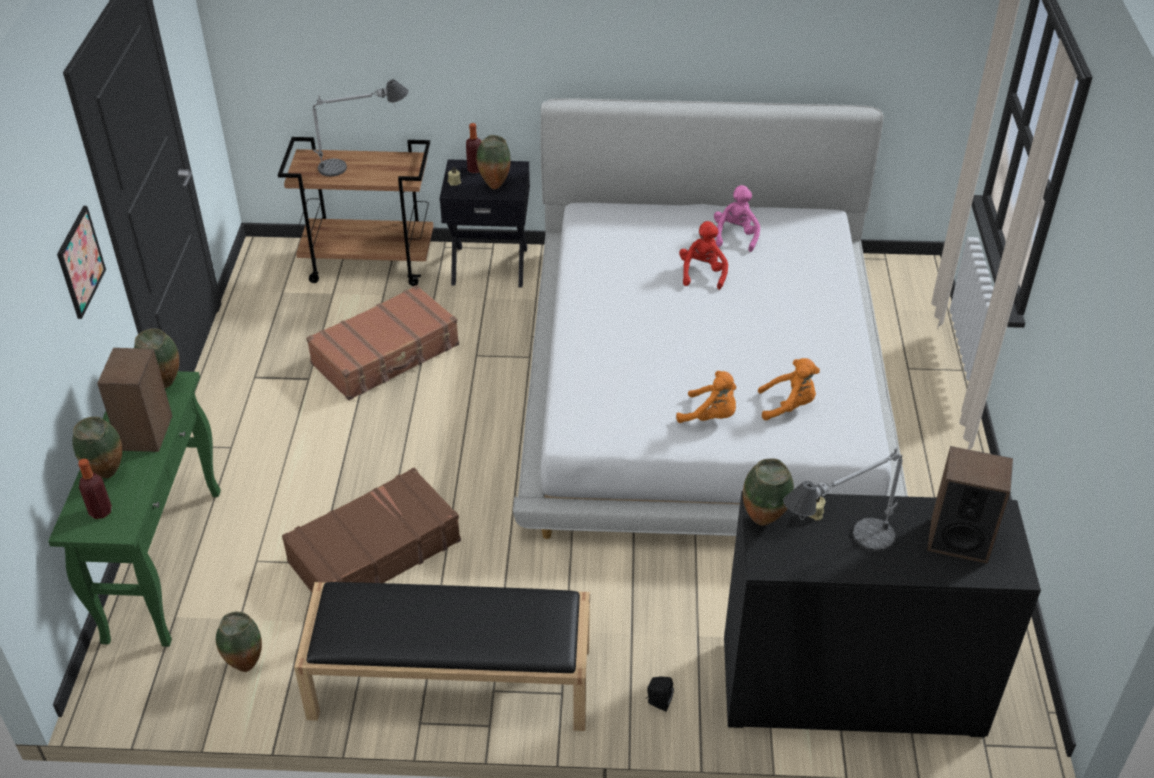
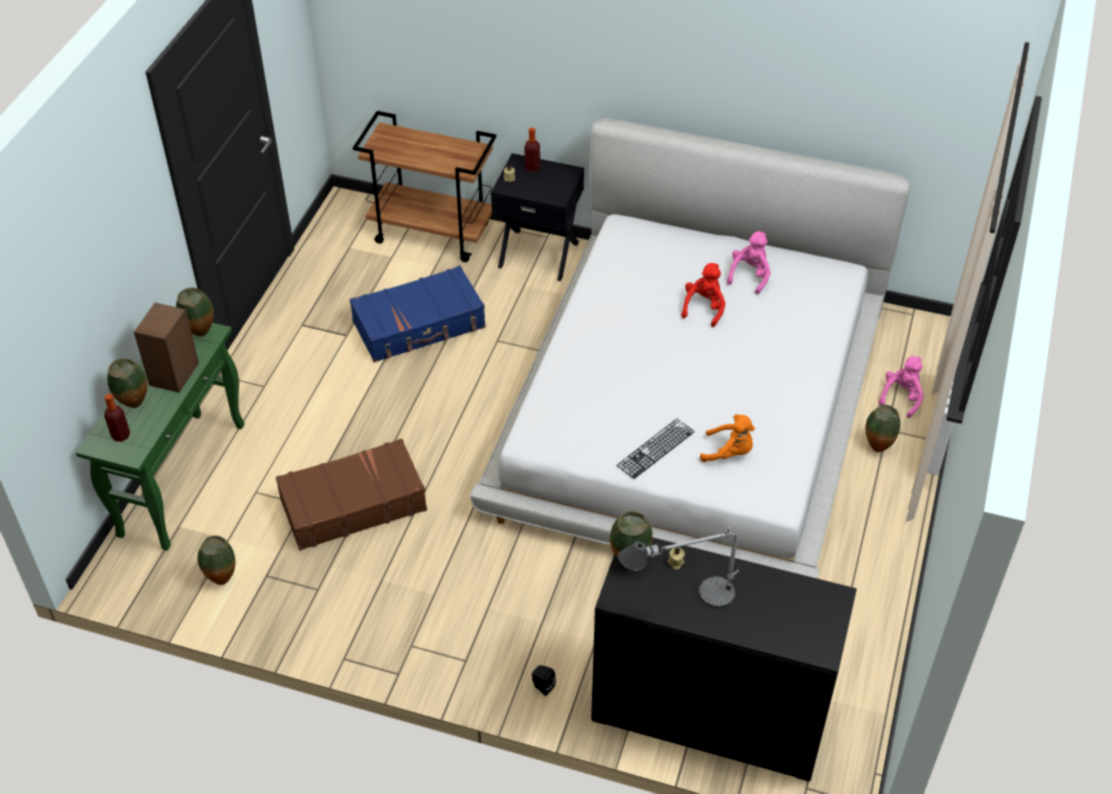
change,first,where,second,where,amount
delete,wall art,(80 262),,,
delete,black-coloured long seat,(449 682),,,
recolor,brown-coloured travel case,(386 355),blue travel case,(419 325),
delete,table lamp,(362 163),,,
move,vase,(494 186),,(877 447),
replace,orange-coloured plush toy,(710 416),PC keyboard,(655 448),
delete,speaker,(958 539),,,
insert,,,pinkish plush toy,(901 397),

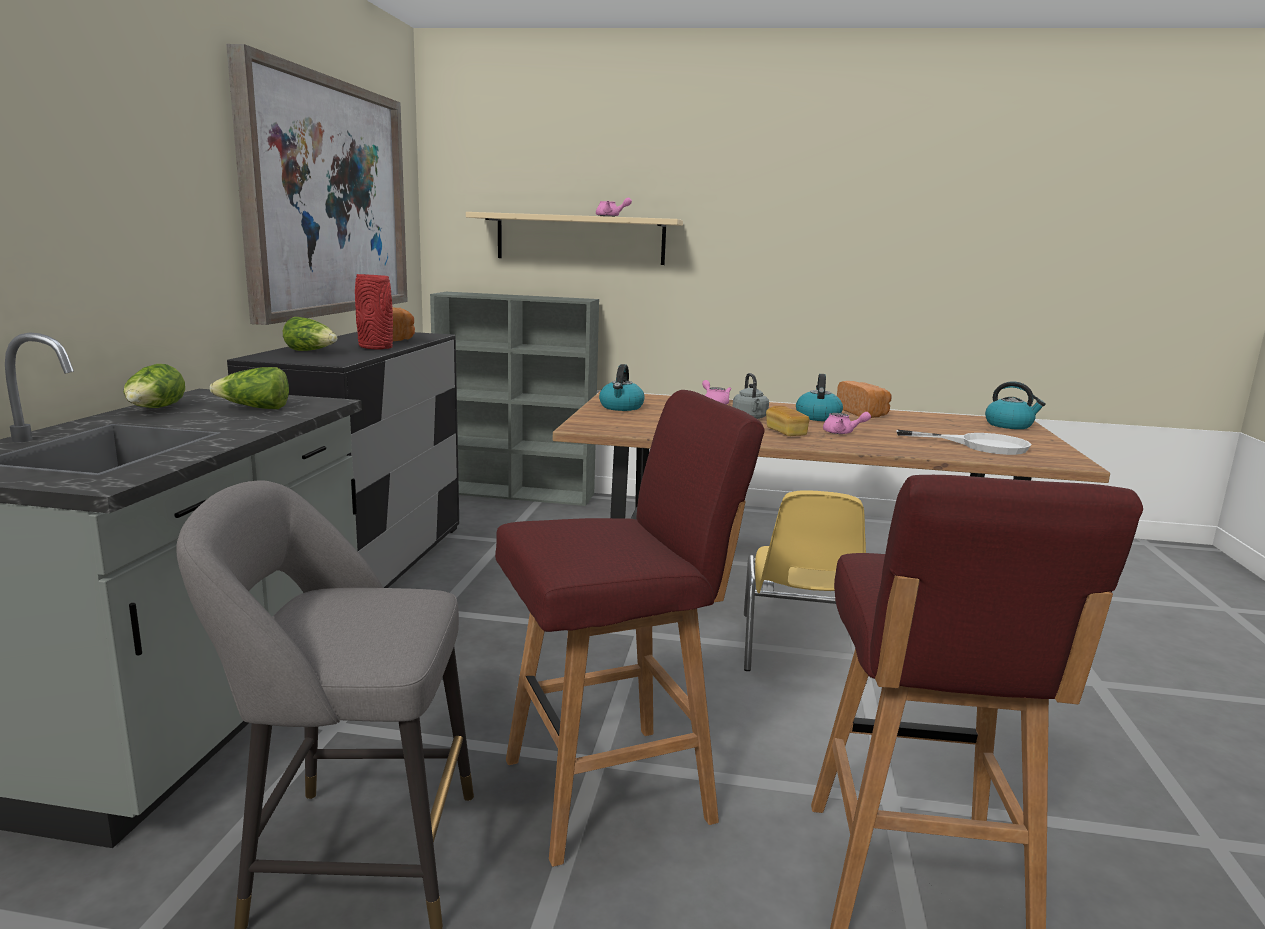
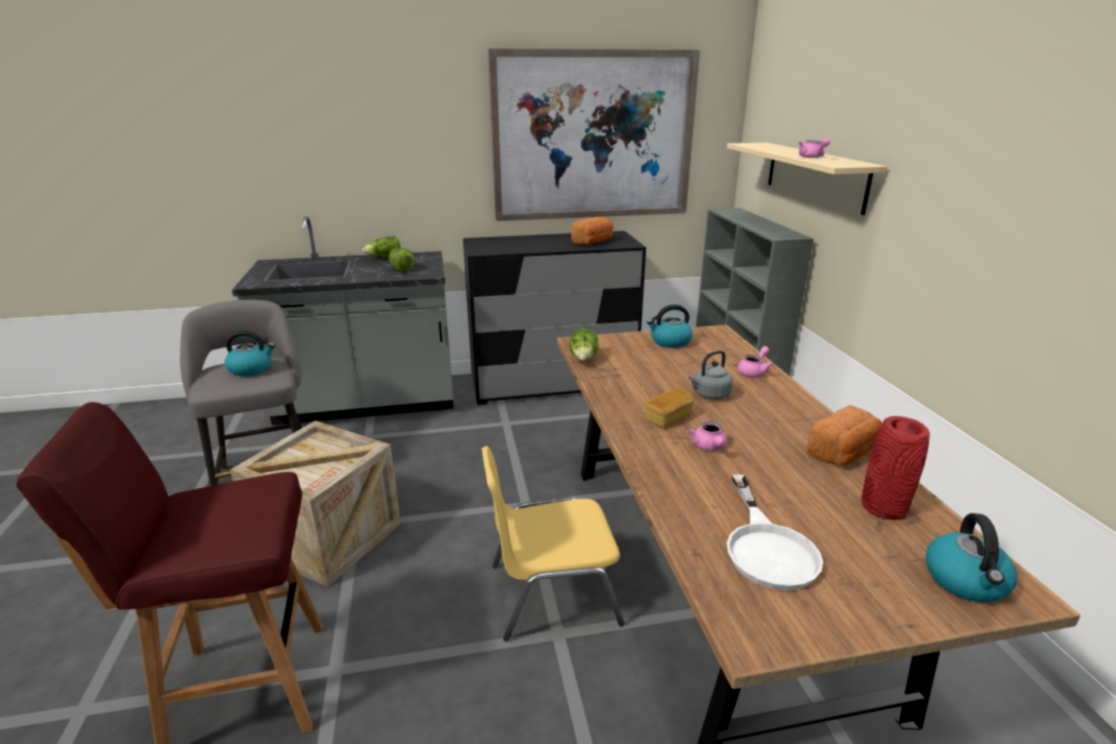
change,first,where,second,where,amount
move,head of lettuce,(311 351),,(584 359),
move,red-coloured vase,(376 347),,(883 508),
replace,red-coloured stool,(613 789),crate,(328 537),
move,water kettle,(817 417),,(251 369),

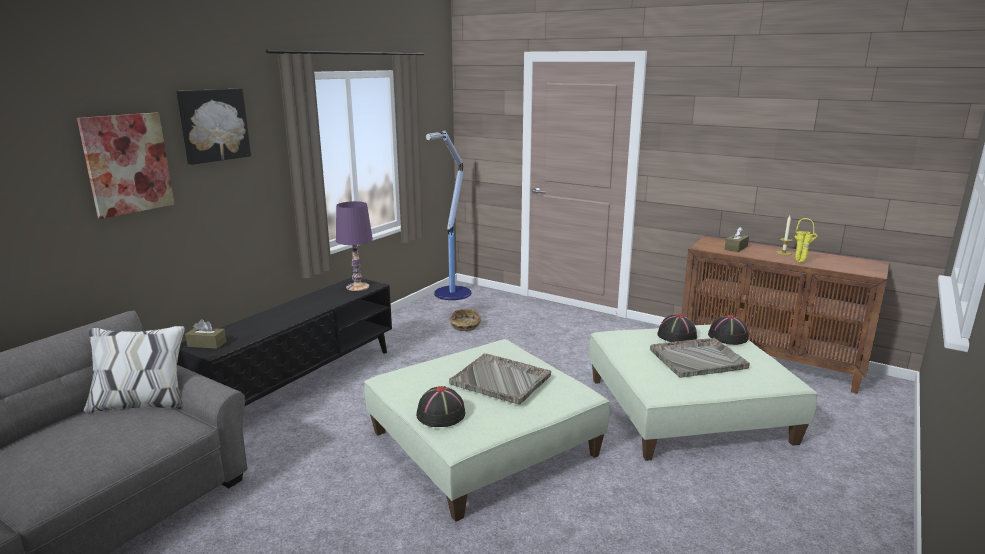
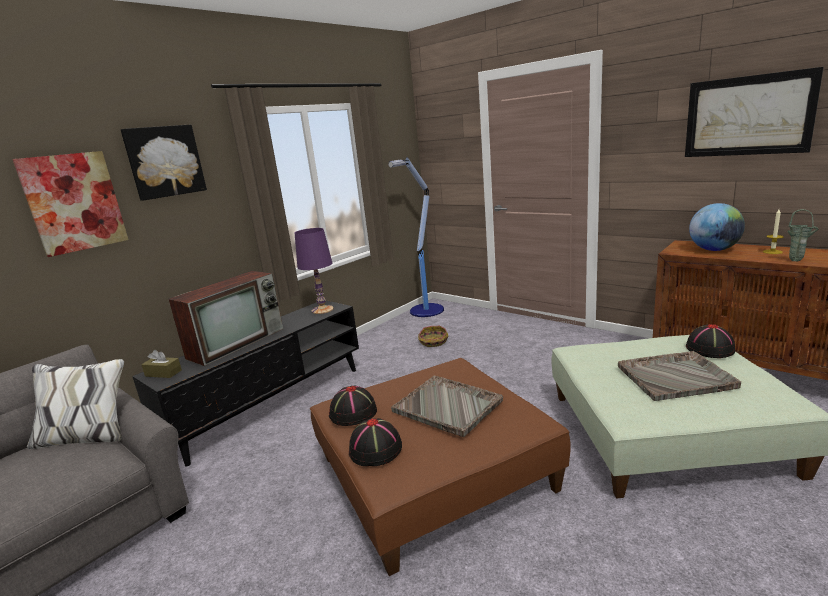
change,first,where,second,where,amount
recolor,greenish footrest,(483 443),brown-coloured footrest,(434 472),
move,black-coloured hat,(676 336),,(353 413),
replace,brown-coloured tissue box,(736 248),desk globe,(713 250),
recolor,yellow-coloured vase,(801 262),greenish vase,(797 261),
insert,,,television,(238 342),
insert,,,wall art,(748 116),

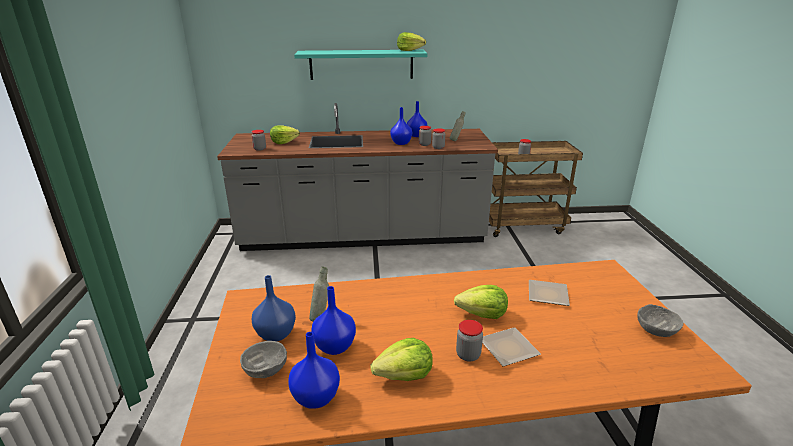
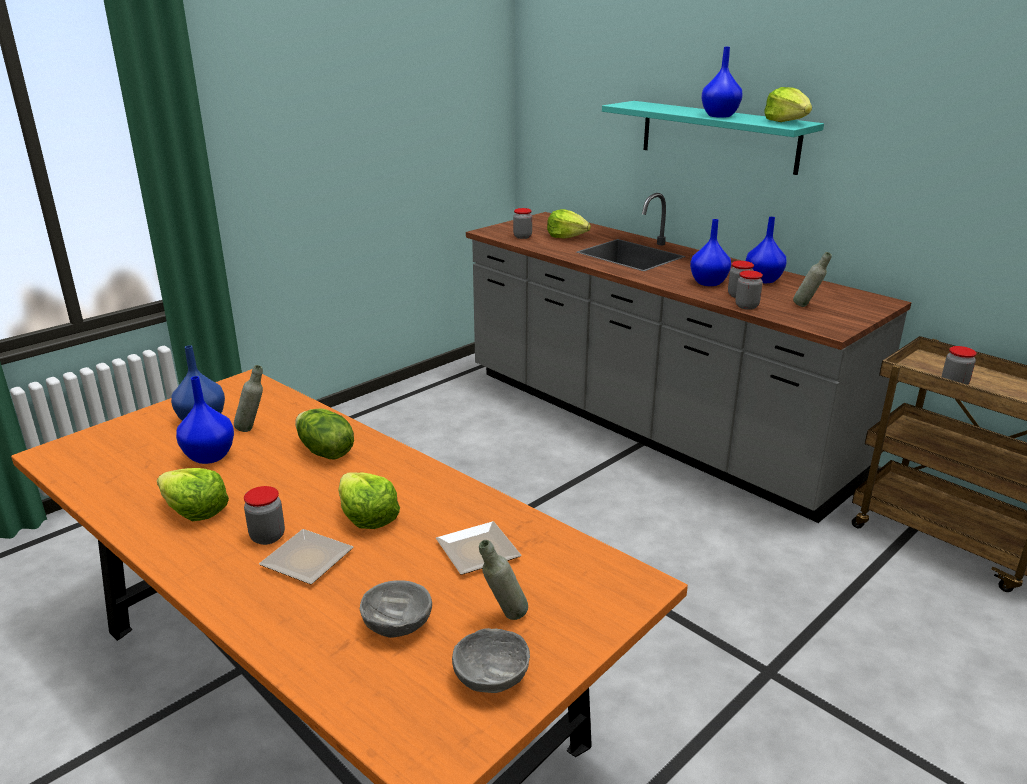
change,first,where,second,where,amount
move,grey serving bowl,(266 370),,(397 625),
move,blue vase,(316 397),,(720 116),
insert,,,head of lettuce,(324 452),
insert,,,grey beverage bottle,(504 617),

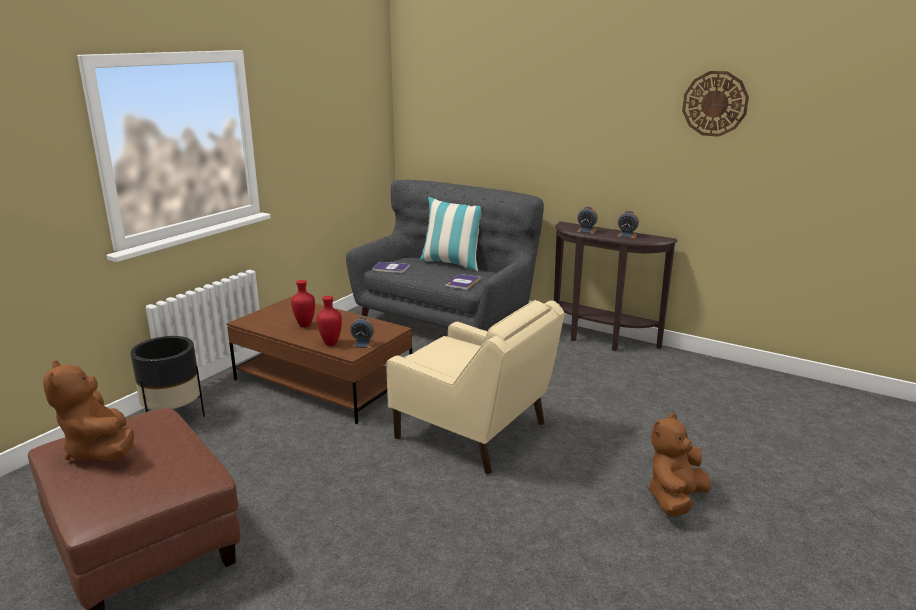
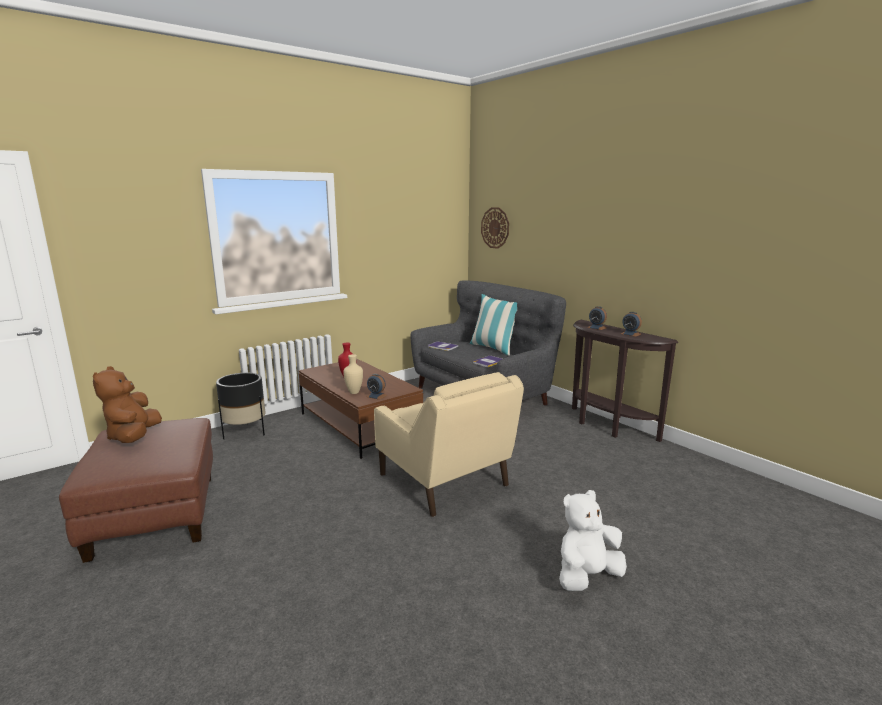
change,first,where,second,where,amount
recolor,red-coloured vase,(330 344),beige-coloured vase,(353 392),
recolor,brown-coloured plush toy,(675 499),white-coloured plush toy,(587 576),
move,hanging clock,(715 103),,(495 228),

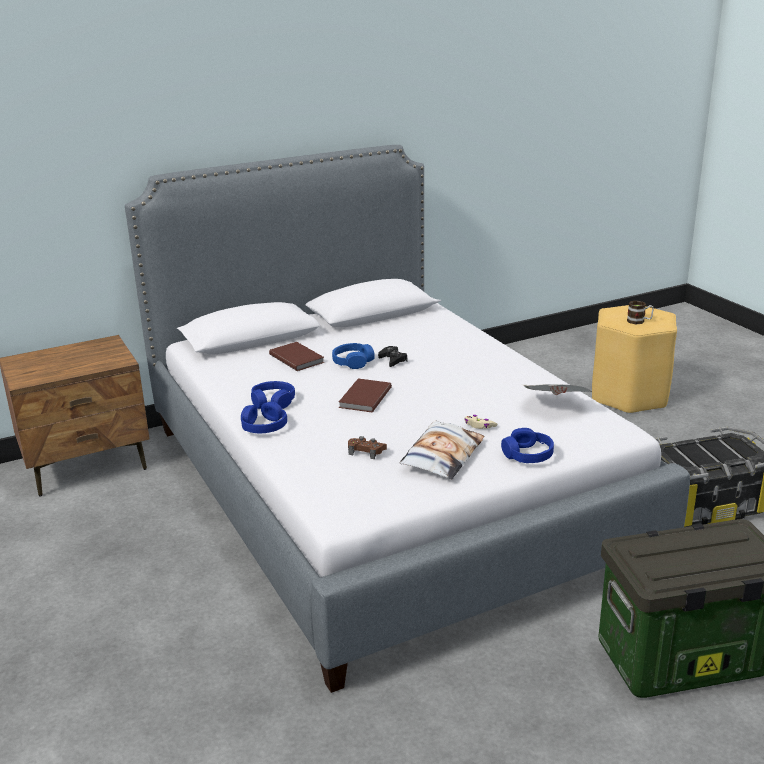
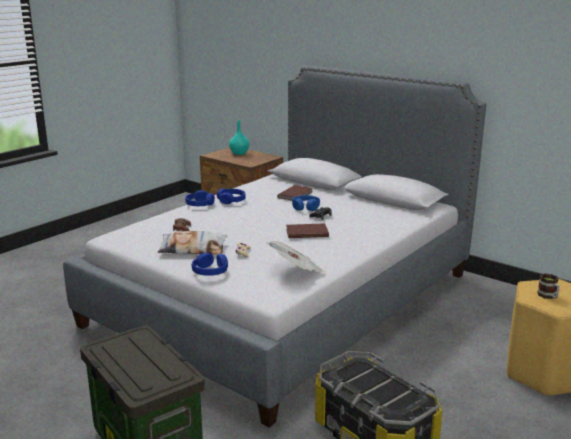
change,first,where,second,where,amount
move,brown-coloured volume,(363 398),,(306 232),
insert,,,blue-green vase,(239 153),

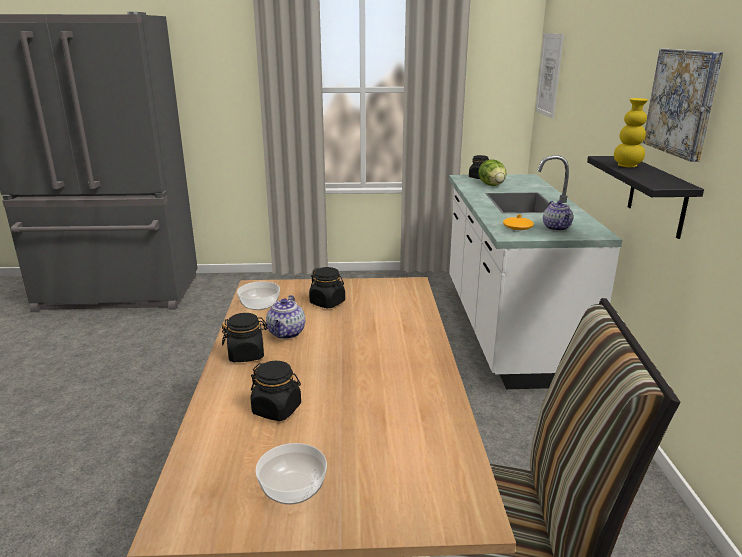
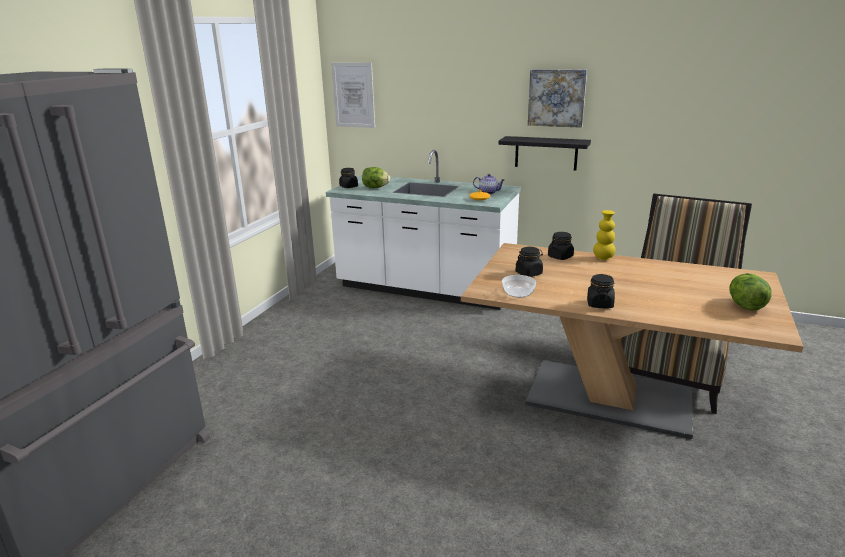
change,first,where,second,where,amount
move,black-coloured storage jar,(277 409),,(560 256),
replace,serving bowl,(291 487),head of lettuce,(745 306),
delete,tea pot,(286 333),,,
move,yellow-coloured vase,(627 166),,(603 258),

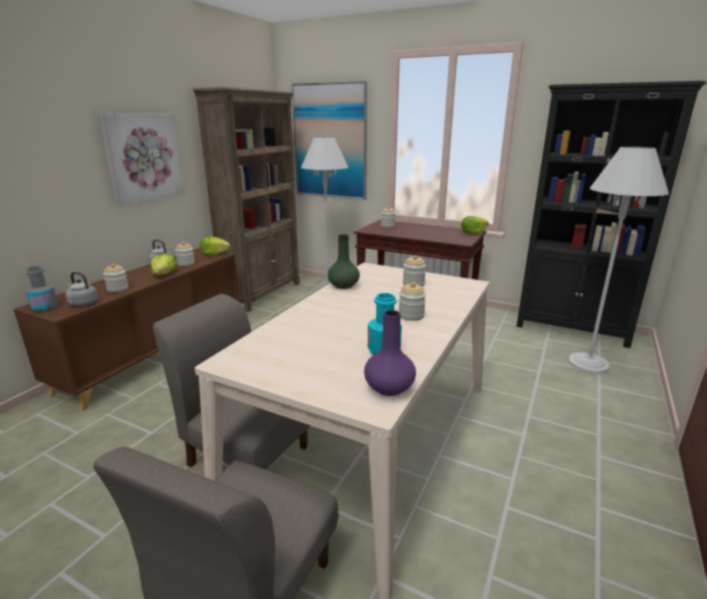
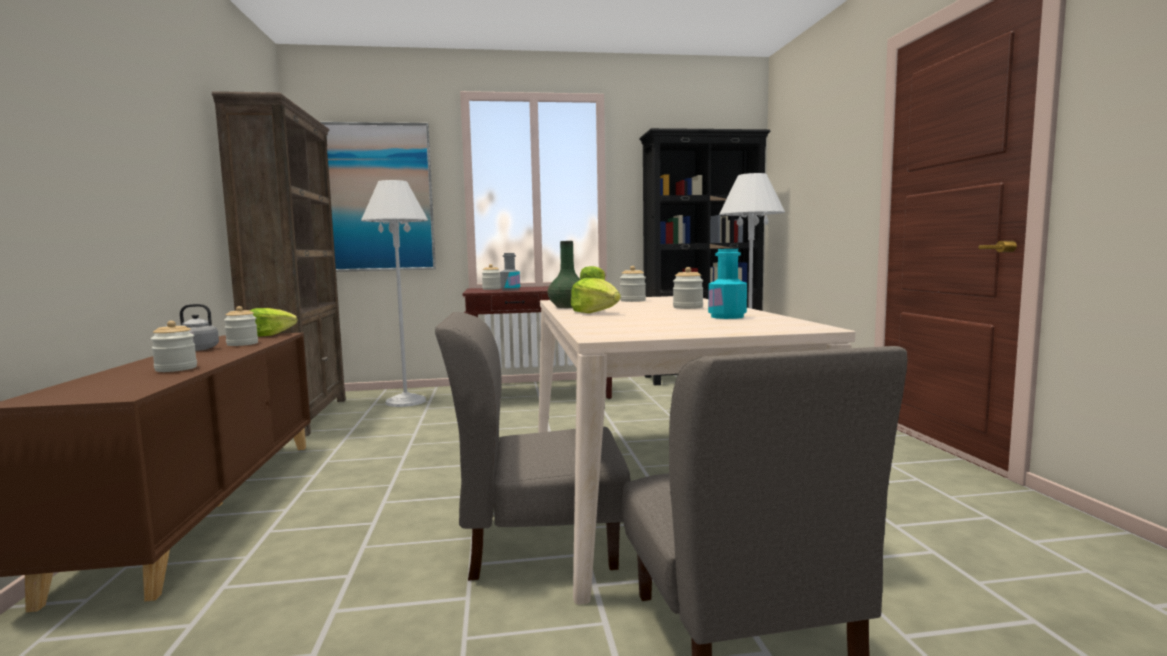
change,first,where,second,where,amount
move,grey beverage bottle,(45 308),,(510 290),
delete,grey water kettle,(82 303),,,
delete,wall art,(144 157),,,
move,head of lettuce,(164 274),,(595 312),
delete,purplish vase,(388 388),,,

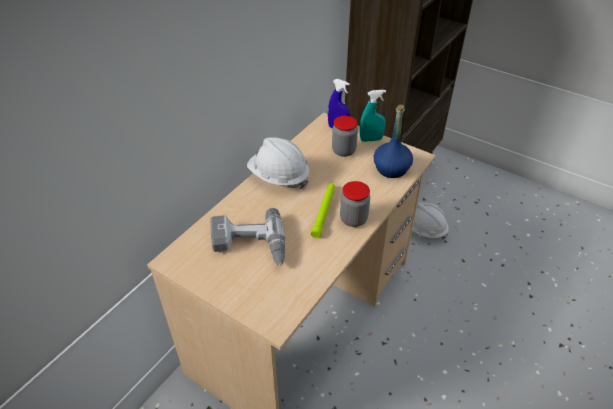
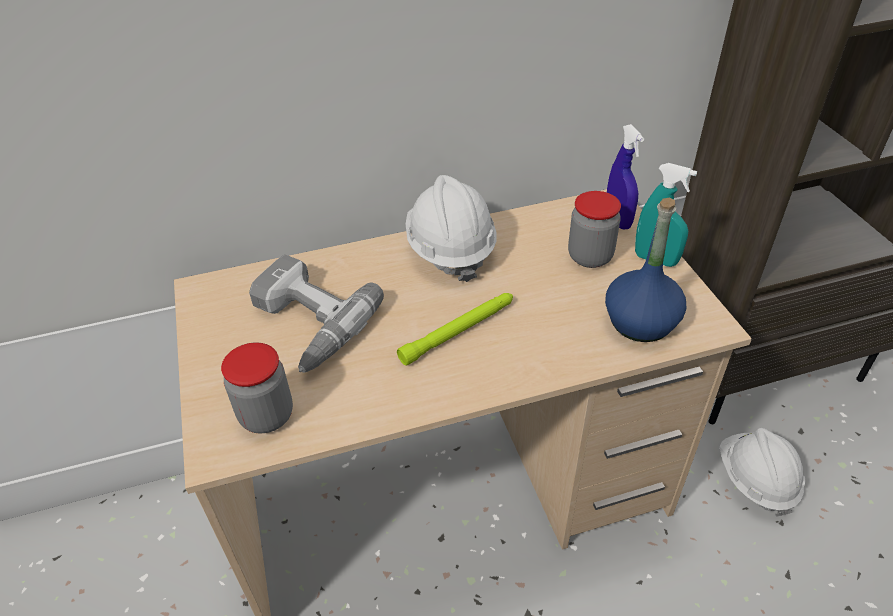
change,first,where,second,where,amount
move,storage jar,(353 219),,(266 416),

